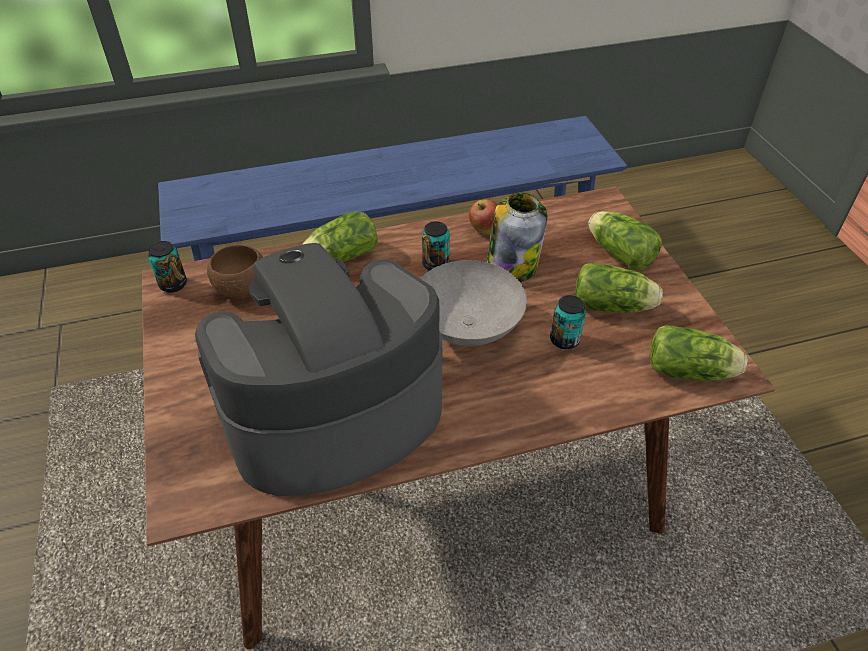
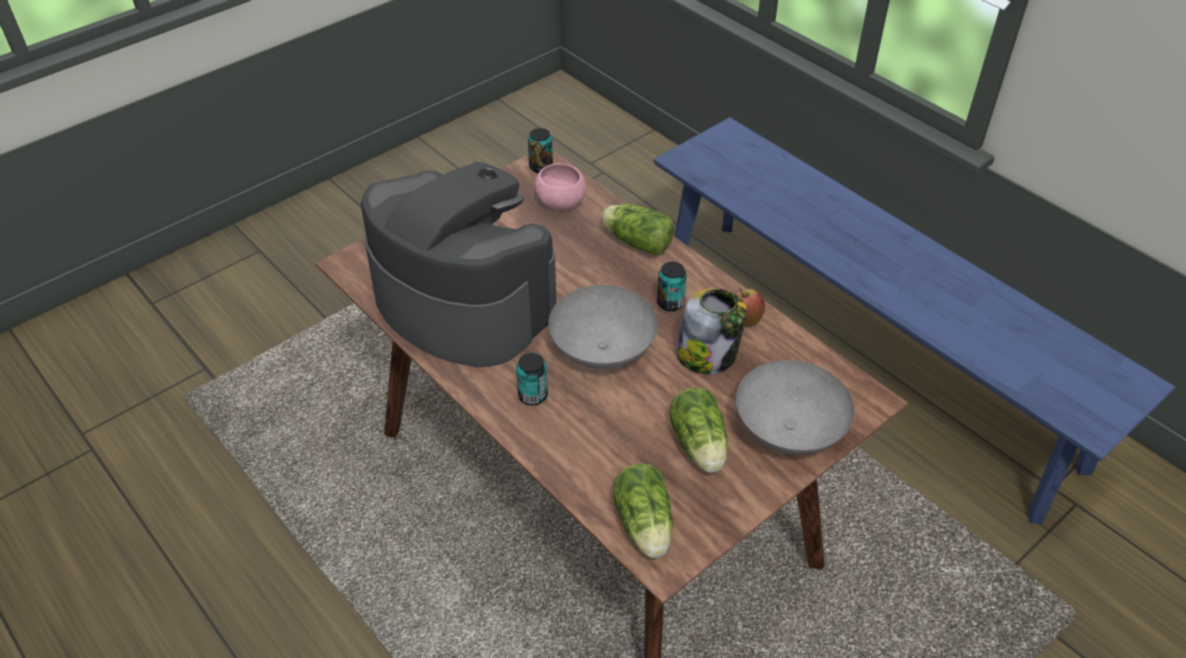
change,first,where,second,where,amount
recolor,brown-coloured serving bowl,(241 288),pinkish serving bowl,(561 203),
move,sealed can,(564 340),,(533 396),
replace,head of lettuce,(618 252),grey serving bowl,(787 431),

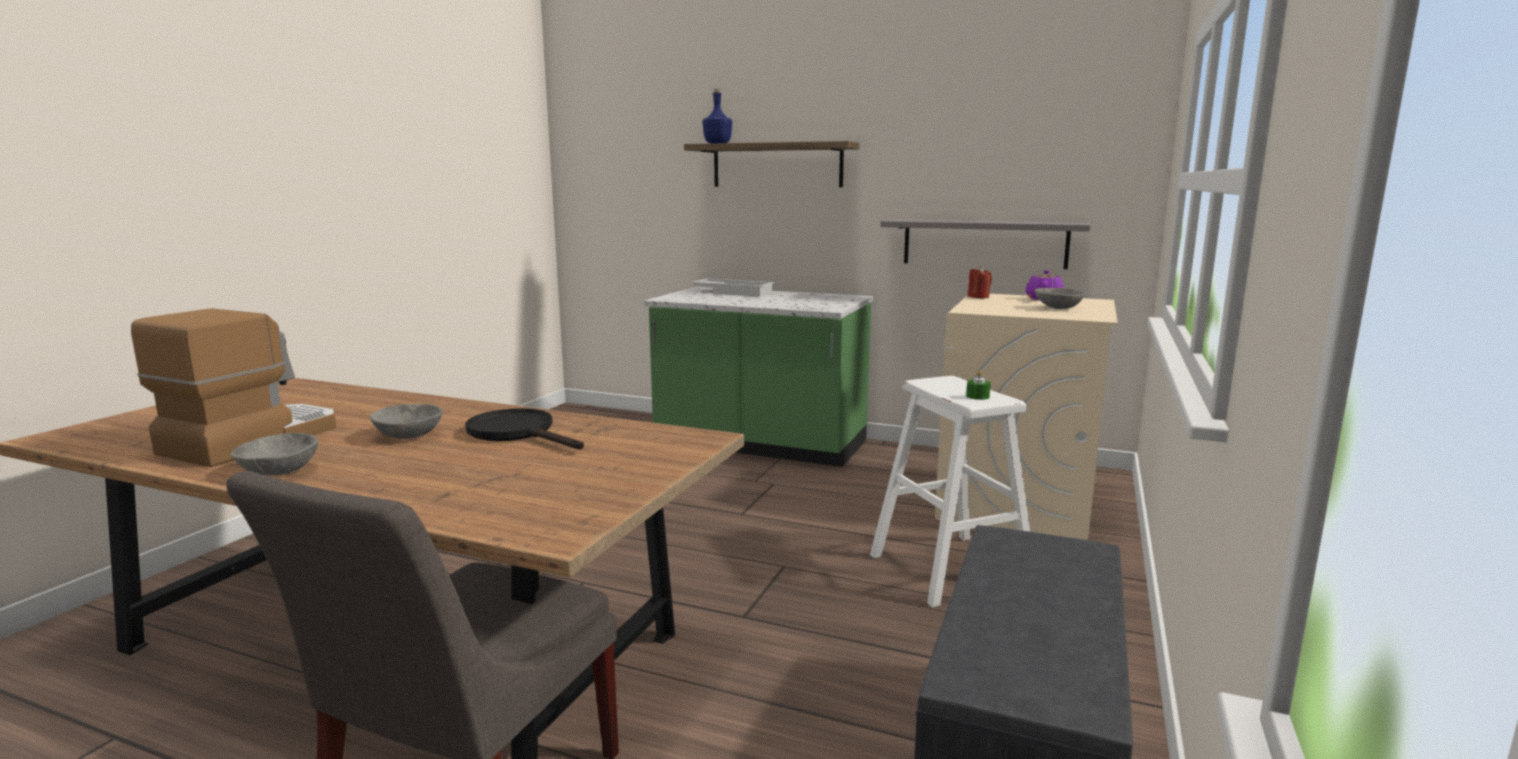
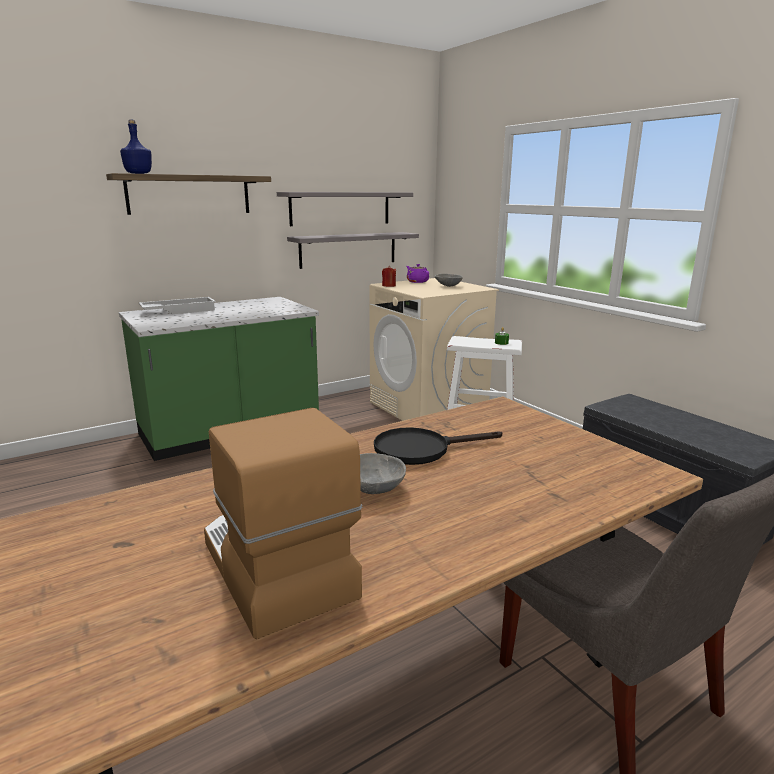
change,first,where,second,where,amount
delete,grey serving bowl,(280 471),,,
insert,,,grey shelf,(340 208),

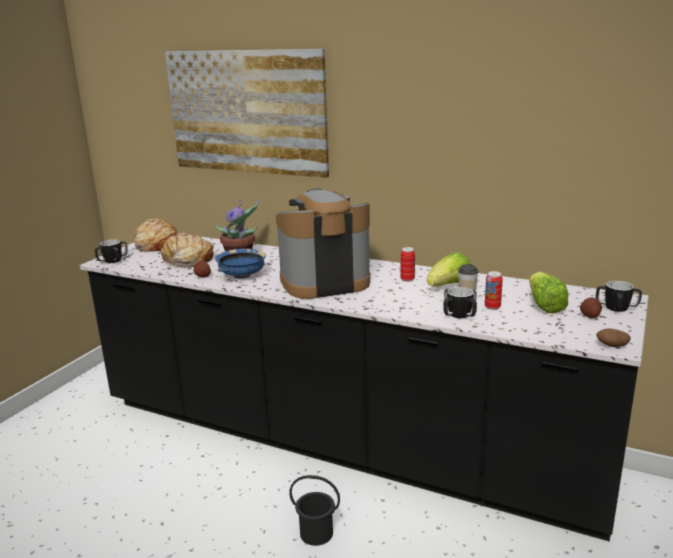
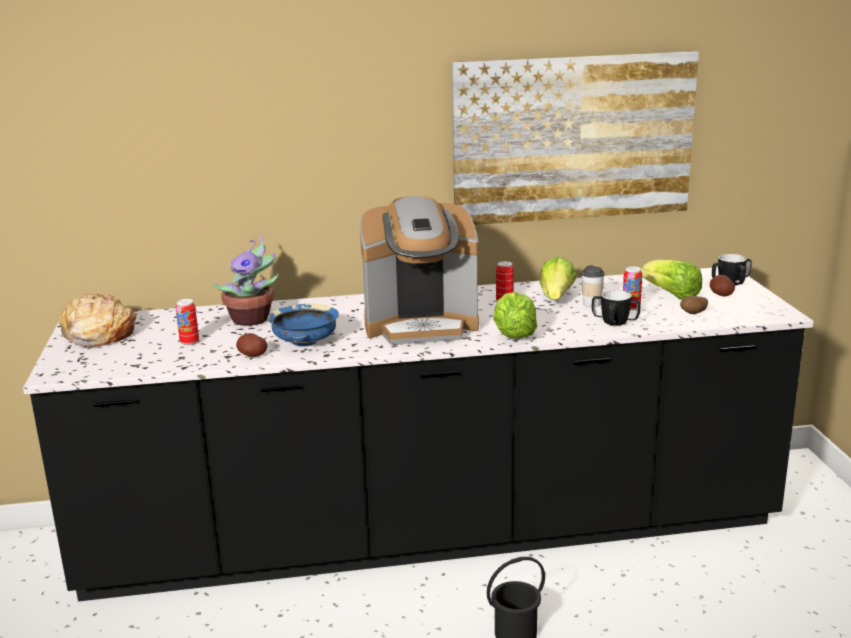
change,first,where,second,where,amount
delete,mug,(113 261),,,
replace,bakery bread,(187 260),sealed can,(189 342),
move,wall art,(246 112),,(573 138),
rotate,coffee machine,(324 282),,(421 325),135 degrees counterclockwise
move,whole potato,(612 346),,(693 314),
insert,,,head of lettuce,(514 335),

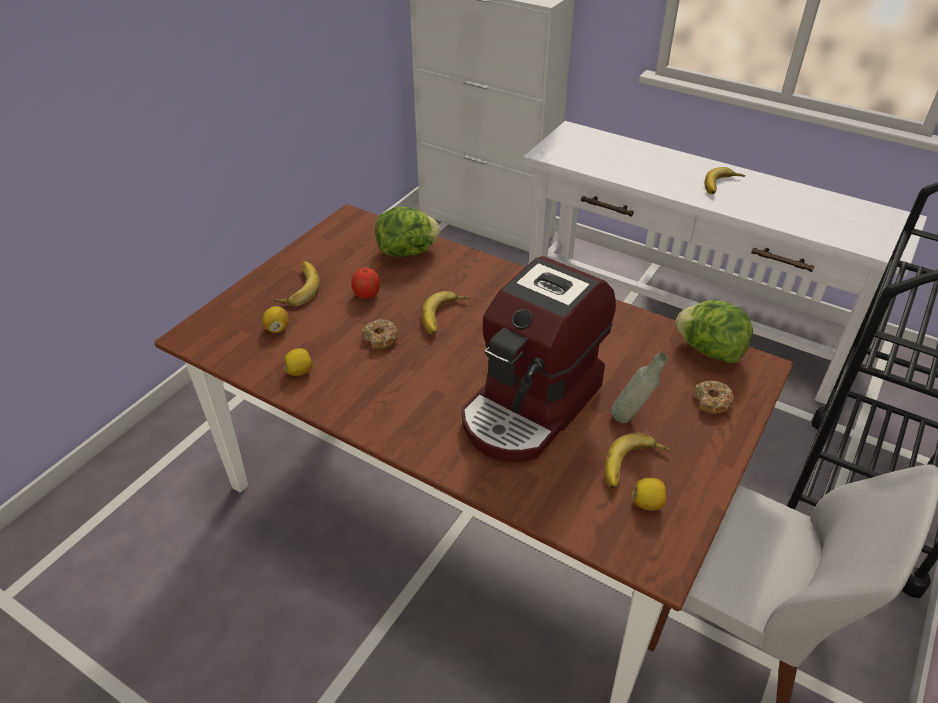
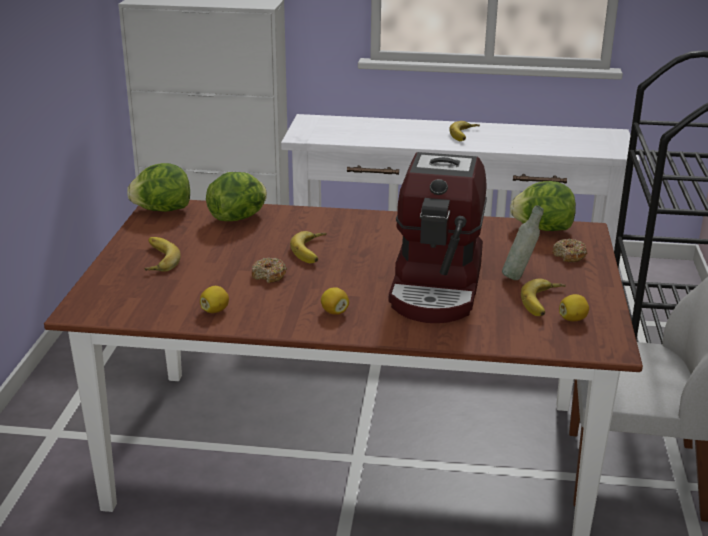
change,first,where,second,where,amount
move,whole lemon,(277 328),,(334 312),
delete,whole apple,(366 294),,,
insert,,,head of lettuce,(162 210),

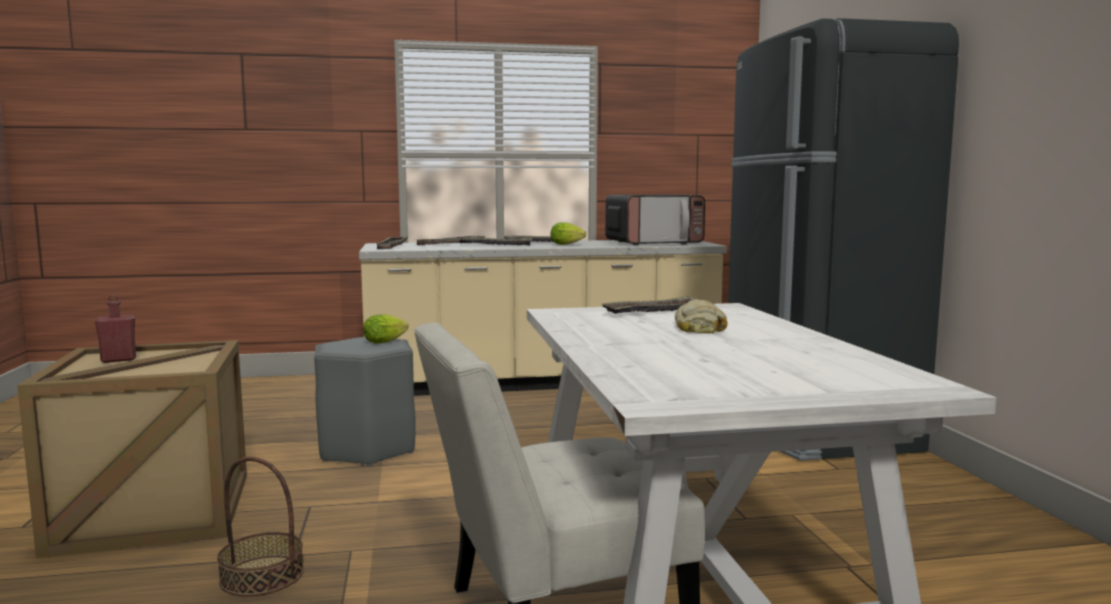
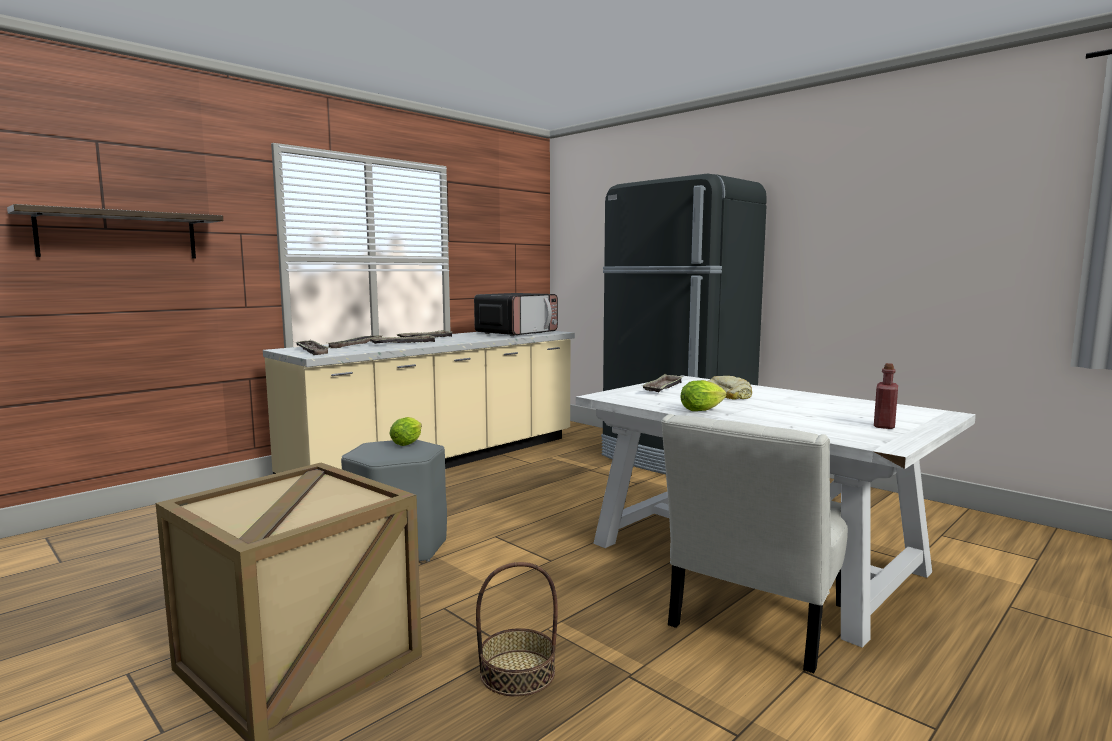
change,first,where,second,where,amount
move,red-coloured beverage bottle,(118 360),,(884 425),
move,head of lettuce,(568 244),,(703 410),
insert,,,shelf,(119 235),

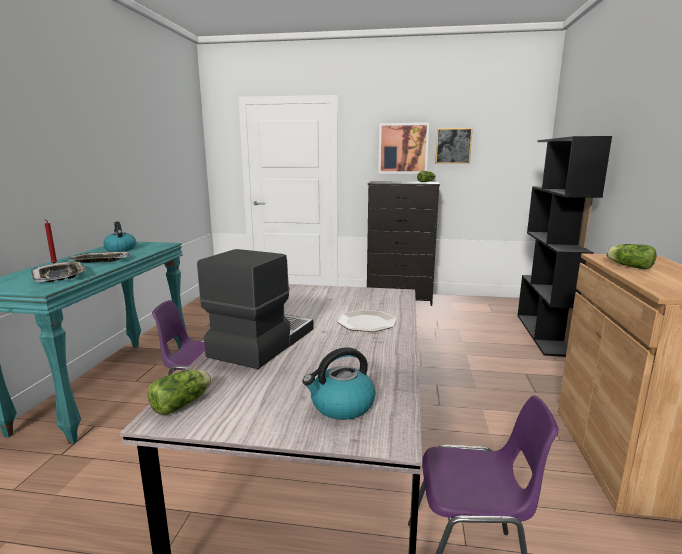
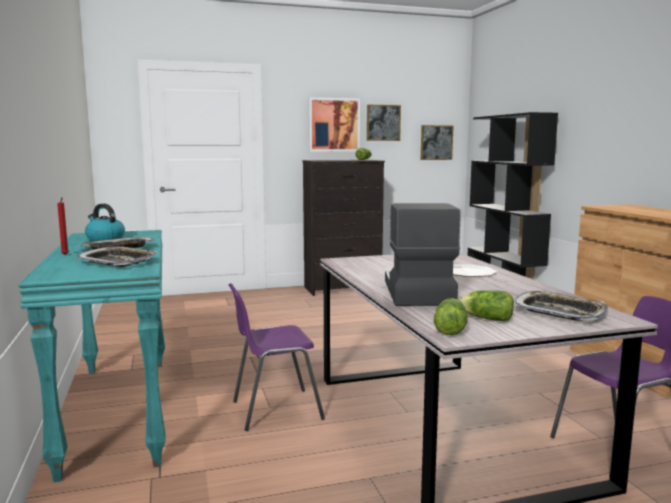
change,first,where,second,where,amount
replace,water kettle,(341 406),serving tray,(559 312),
move,head of lettuce,(628 266),,(485 318),
insert,,,wall art,(436 142),

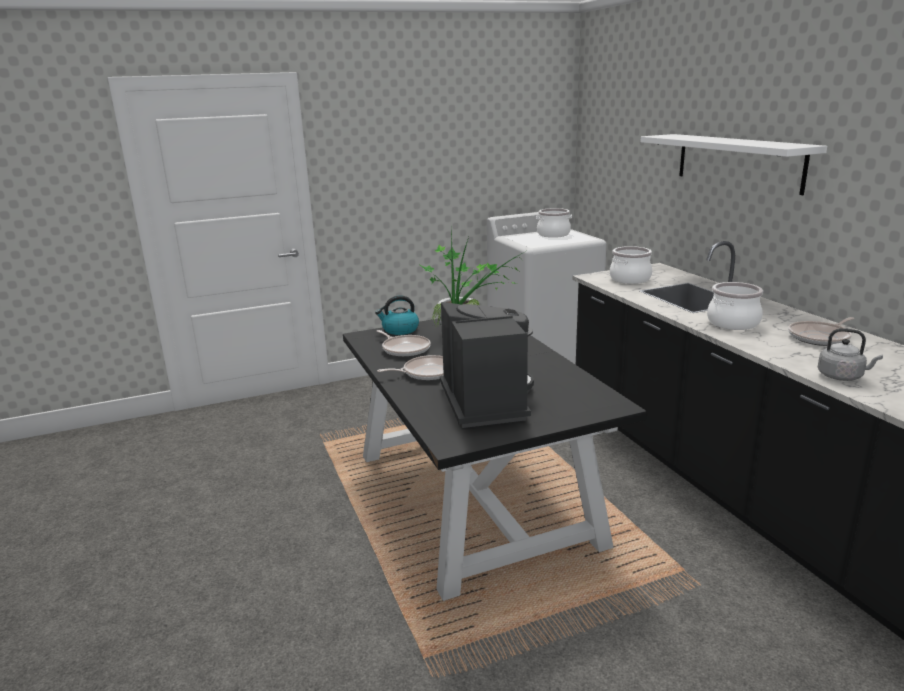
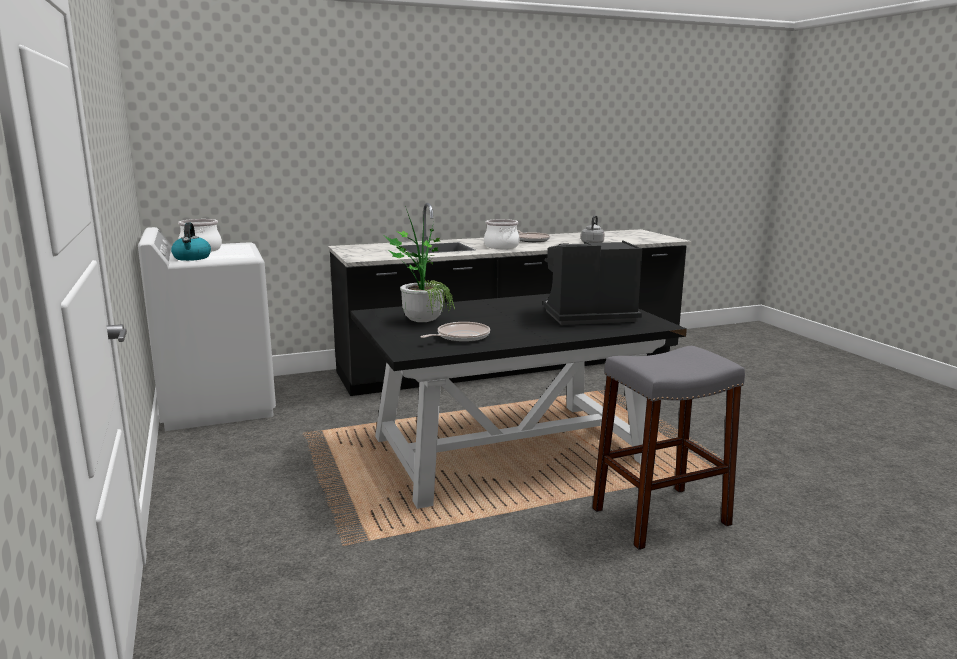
change,first,where,second,where,amount
move,water kettle,(399 330),,(192 258),
delete,pan,(426 373),,,
delete,saucepot,(629 279),,,
delete,white-coloured shelf,(738 162),,,
insert,,,grey stool,(660 517),

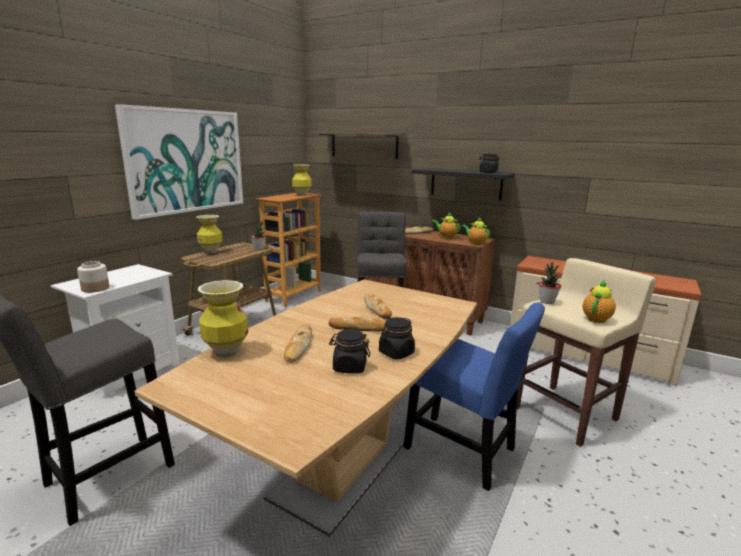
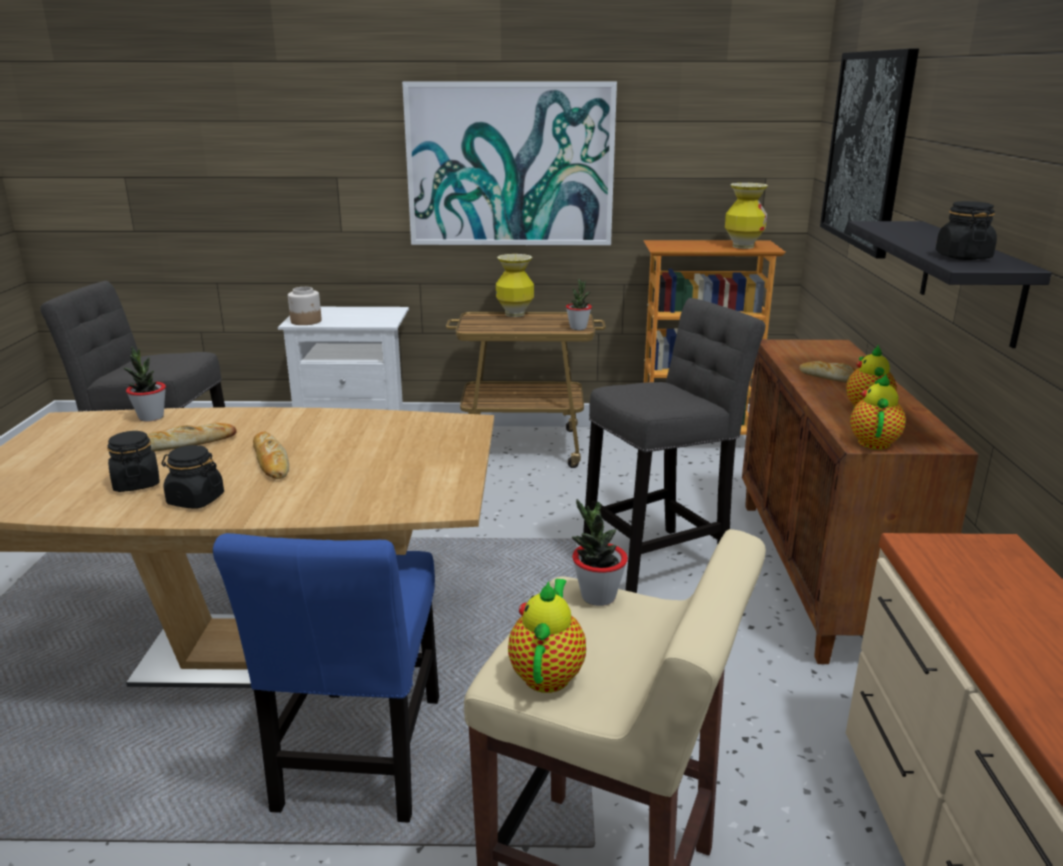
change,first,where,second,where,amount
replace,vase,(226 352),houseplant,(151 417),
replace,shelf,(364 145),wall art,(867 150),
delete,bakery bread,(377 309),,,
rotate,tea pot,(597 318),,(548 673),90 degrees counterclockwise

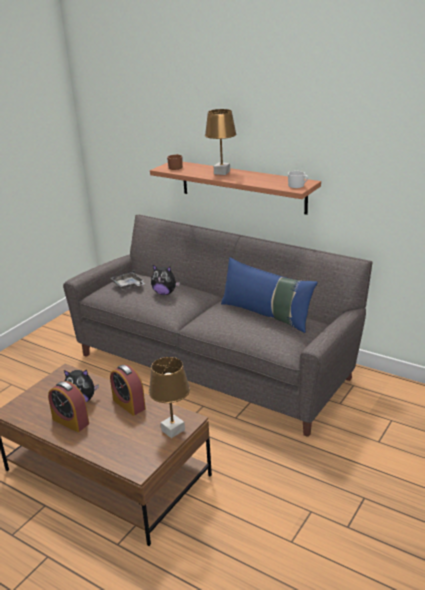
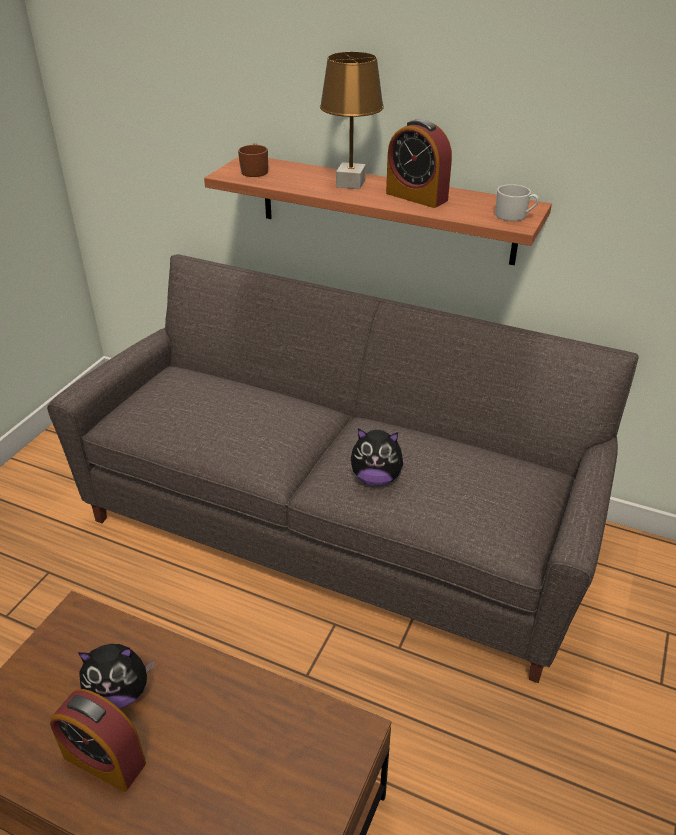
change,first,where,second,where,amount
move,table clock,(129 404),,(416 196),
delete,grey serving tray,(128 285),,,
delete,brown-coloured table lamp,(173 430),,,
move,plush toy,(165 293),,(376 478),
delete,blue pillow,(266 314),,,

